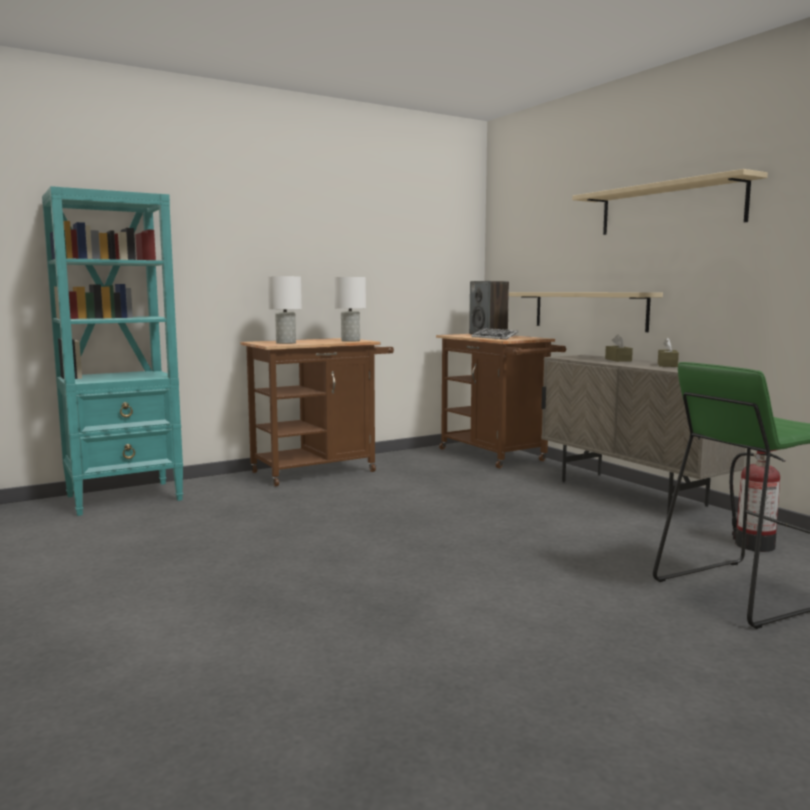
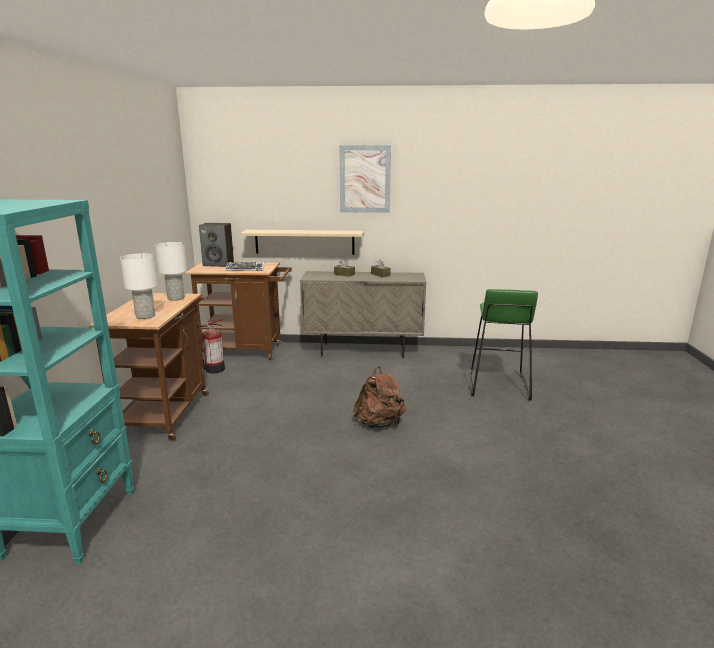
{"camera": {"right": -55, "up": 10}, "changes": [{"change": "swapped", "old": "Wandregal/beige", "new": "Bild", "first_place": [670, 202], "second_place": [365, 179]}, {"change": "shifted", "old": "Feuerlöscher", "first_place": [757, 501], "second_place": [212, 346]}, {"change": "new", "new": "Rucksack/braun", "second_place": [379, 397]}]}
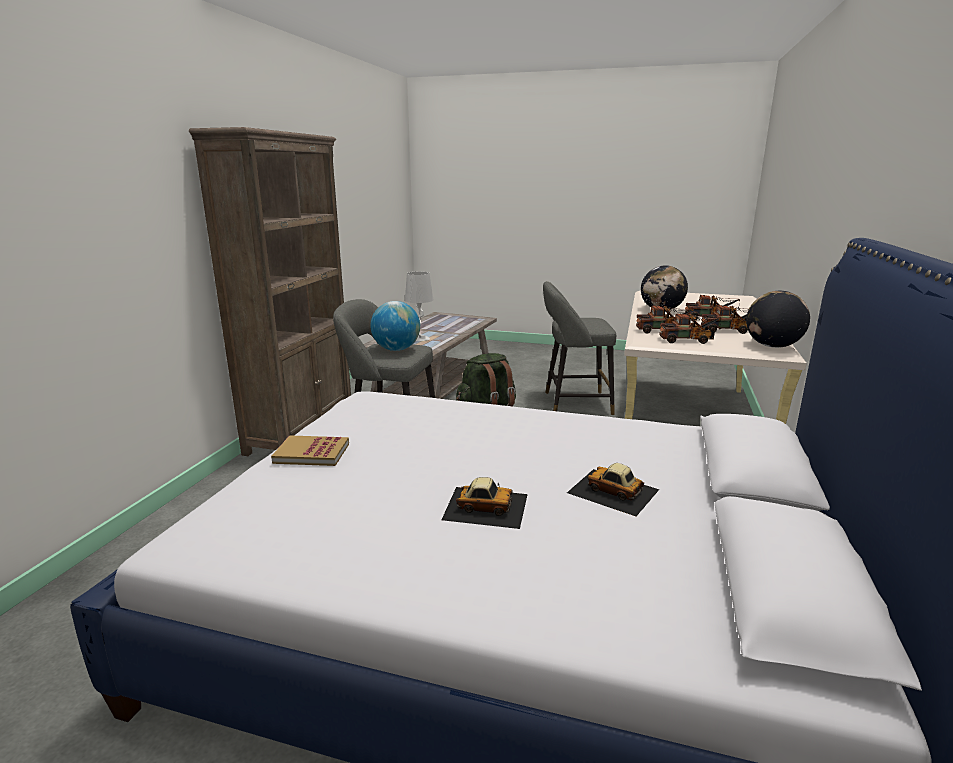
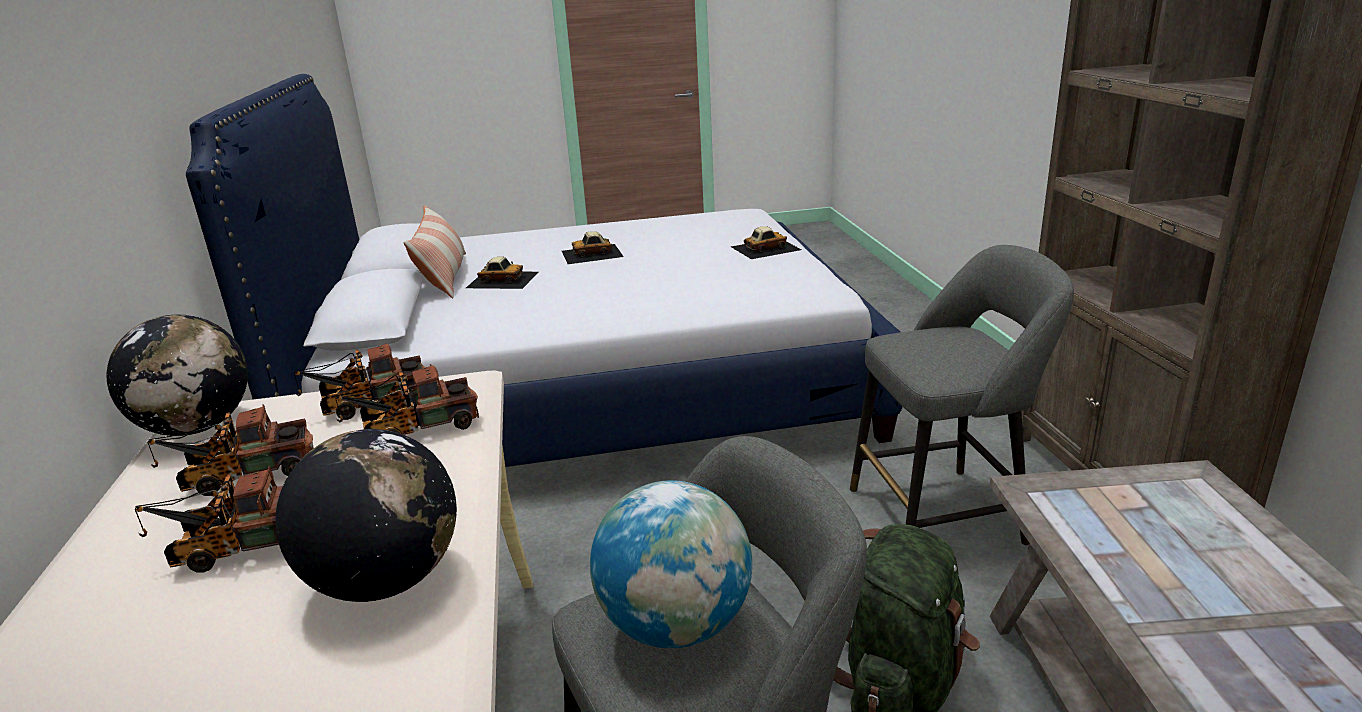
{"camera": {"right": 155, "up": 5}, "changes": [{"change": "gone", "old": "Tischlampe/grau", "first_place": [419, 306]}, {"change": "shifted", "old": "Globus", "first_place": [395, 326], "second_place": [671, 564]}, {"change": "swapped", "old": "Buch", "new": "Spielzeugauto", "first_place": [310, 450], "second_place": [766, 242]}, {"change": "new", "new": "Kissen", "second_place": [434, 251]}]}
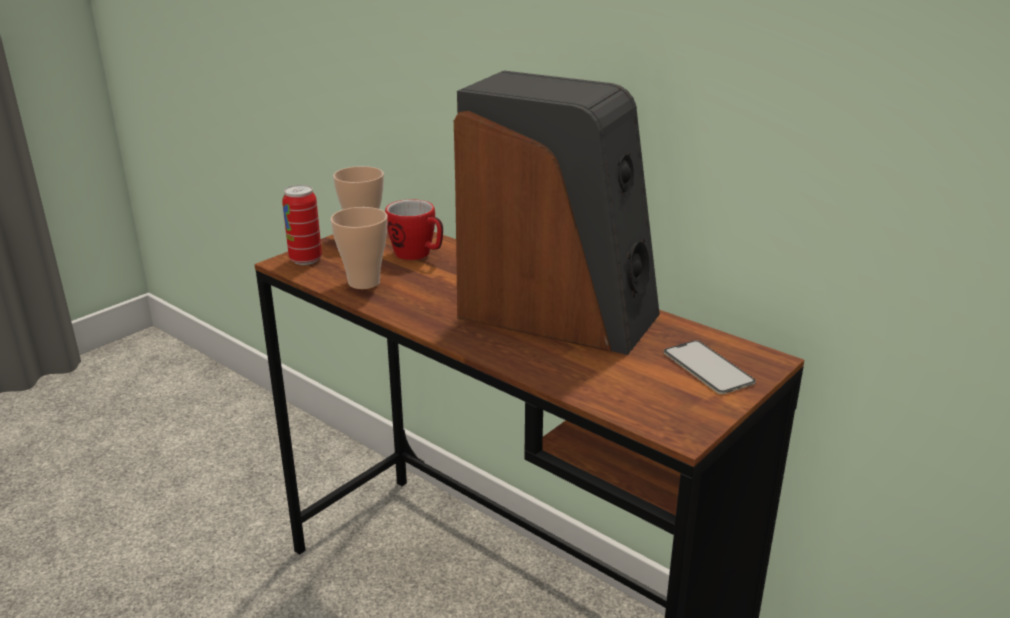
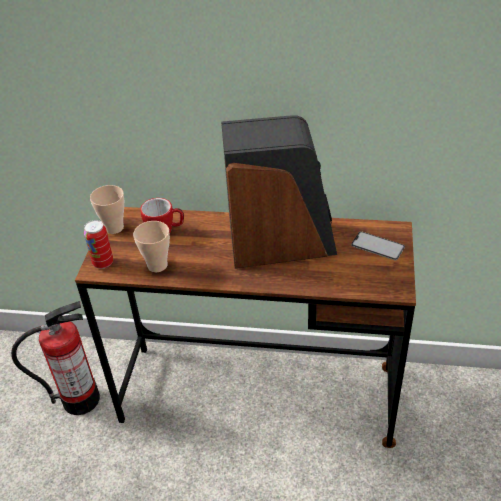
{"camera": {"right": -30, "up": 15}, "changes": [{"change": "new", "new": "Feuerlöscher", "second_place": [55, 358]}]}
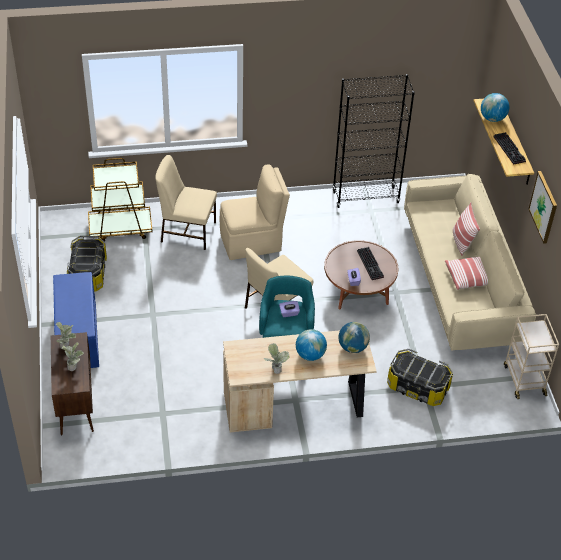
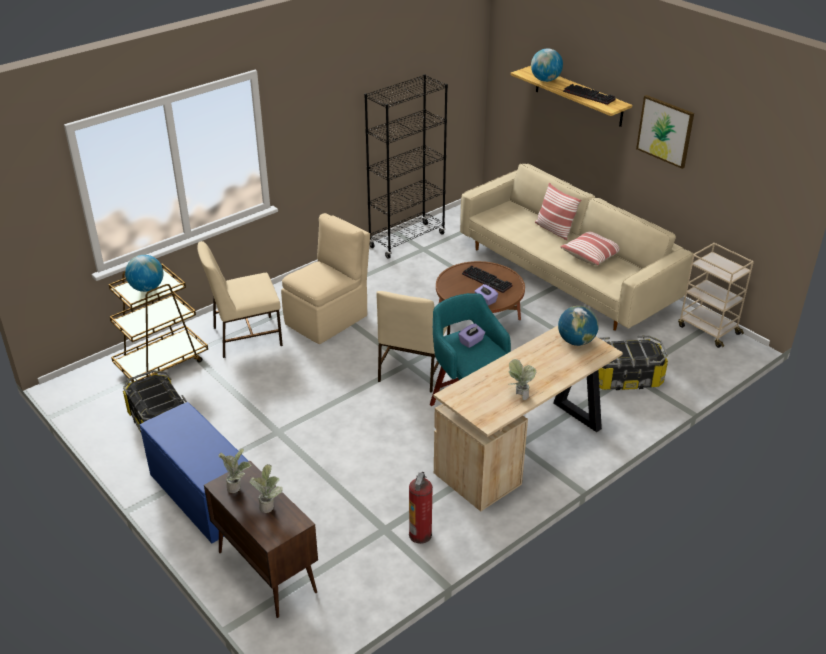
{"camera": {"right": -30, "up": -10}, "changes": [{"change": "shifted", "old": "Globus", "first_place": [311, 345], "second_place": [144, 273]}, {"change": "new", "new": "Feuerlöscher", "second_place": [421, 508]}]}
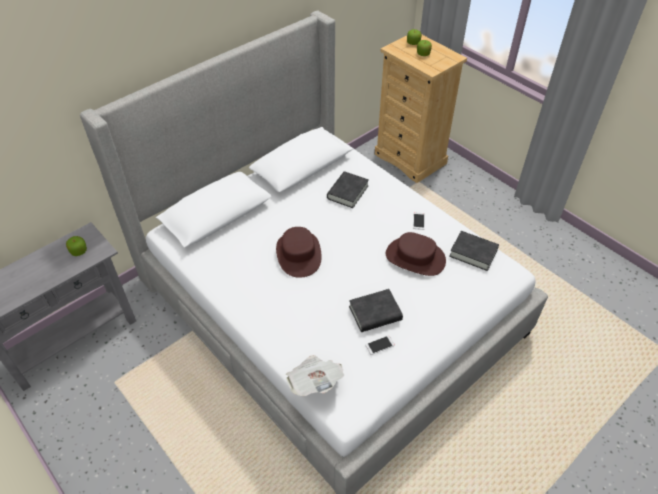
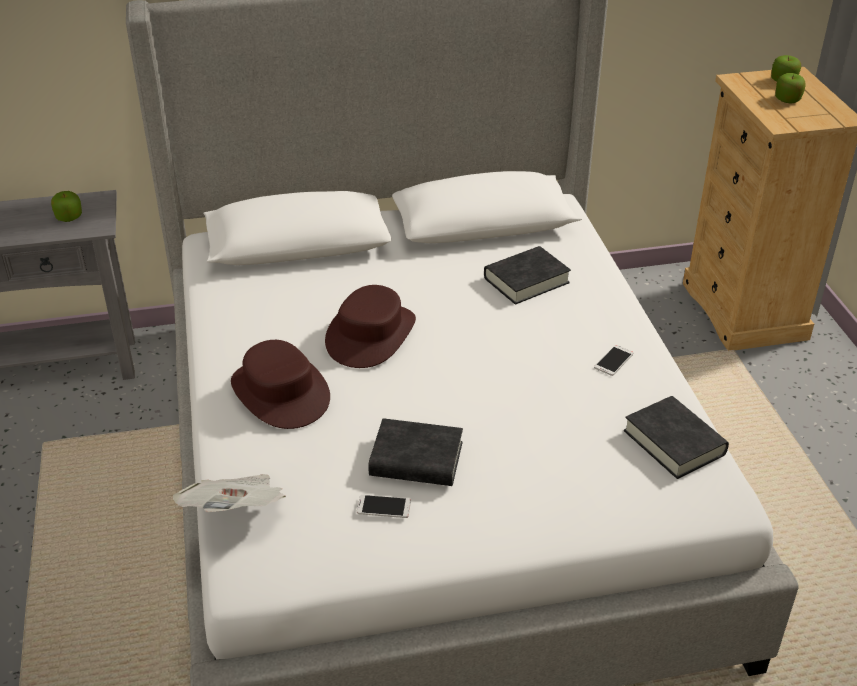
{"camera": {"right": 30, "up": -10}, "changes": [{"change": "shifted", "old": "Hut/braun", "first_place": [416, 254], "second_place": [280, 384]}]}
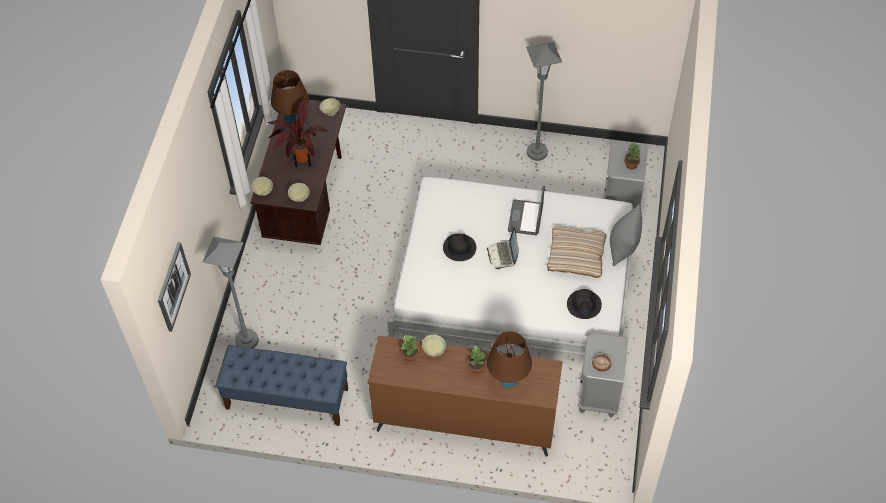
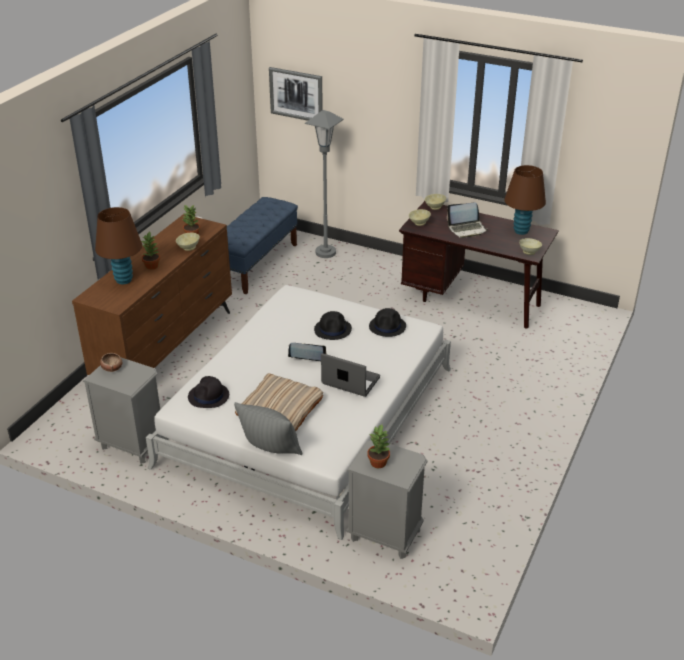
{"camera": {"right": 105, "up": -20}, "changes": [{"change": "gone", "old": "Stehlampe/grau", "first_place": [544, 101]}, {"change": "swapped", "old": "Topfpflanze", "new": "Laptop", "first_place": [298, 133], "second_place": [467, 220]}, {"change": "new", "new": "Hut/schwarz", "second_place": [387, 322]}]}
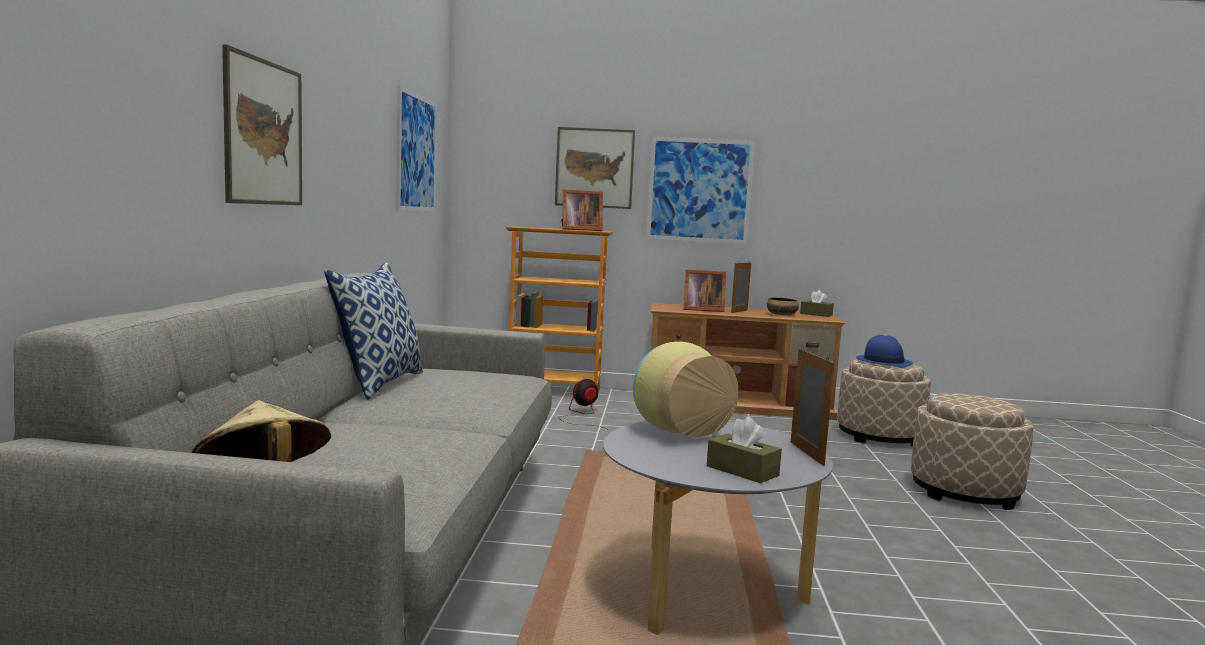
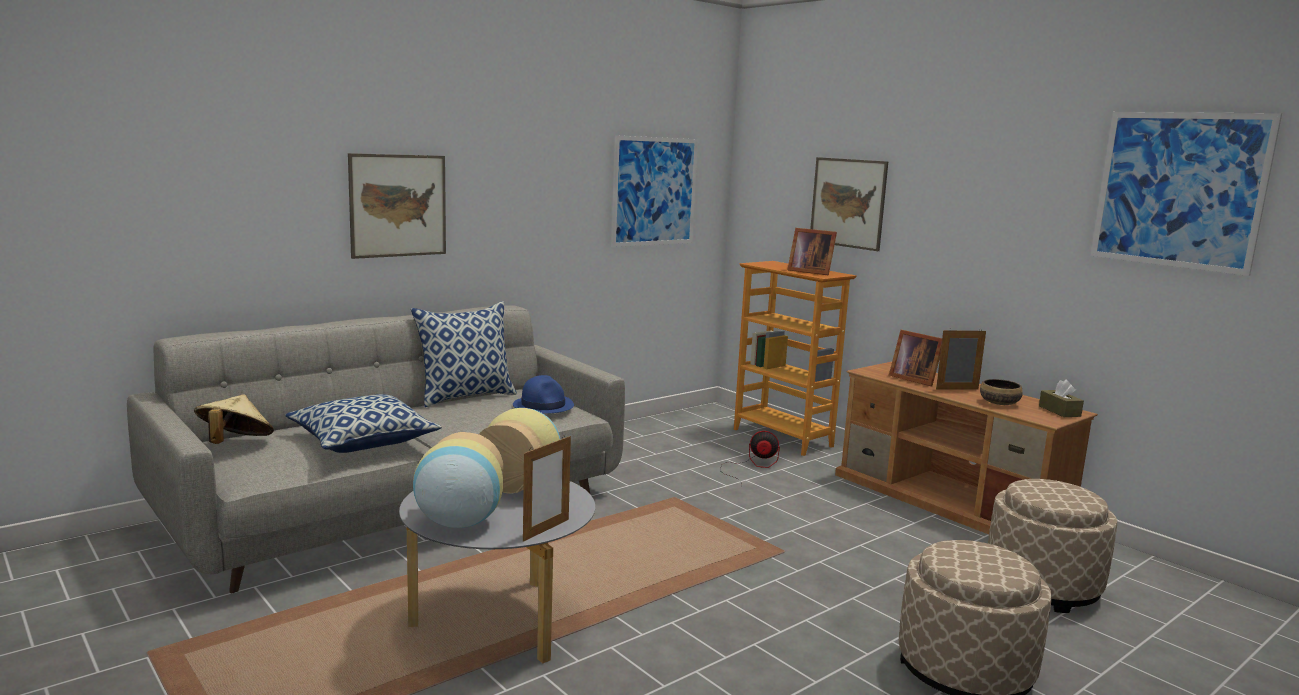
{"camera": {"right": 45, "up": 5}, "changes": [{"change": "shifted", "old": "Bild", "first_place": [700, 190], "second_place": [1186, 194]}, {"change": "shifted", "old": "Hut/blau", "first_place": [884, 351], "second_place": [543, 394]}, {"change": "swapped", "old": "Taschentuchbox/braun", "new": "Vase", "first_place": [744, 450], "second_place": [458, 480]}, {"change": "new", "new": "Kissen", "second_place": [363, 423]}]}
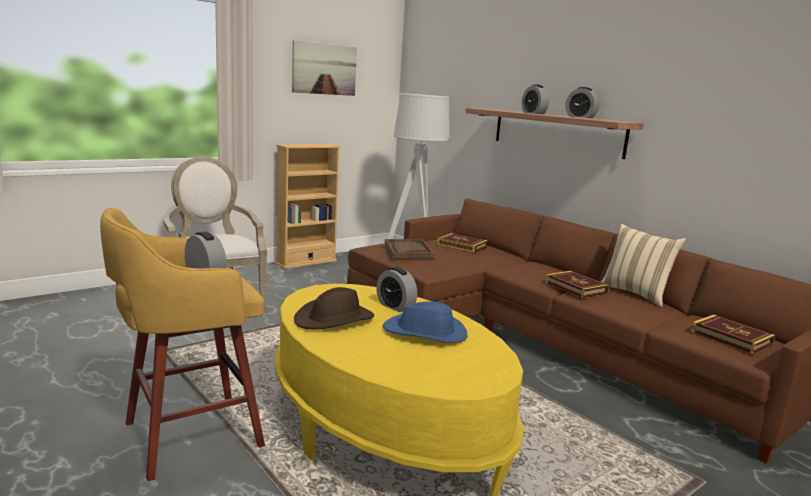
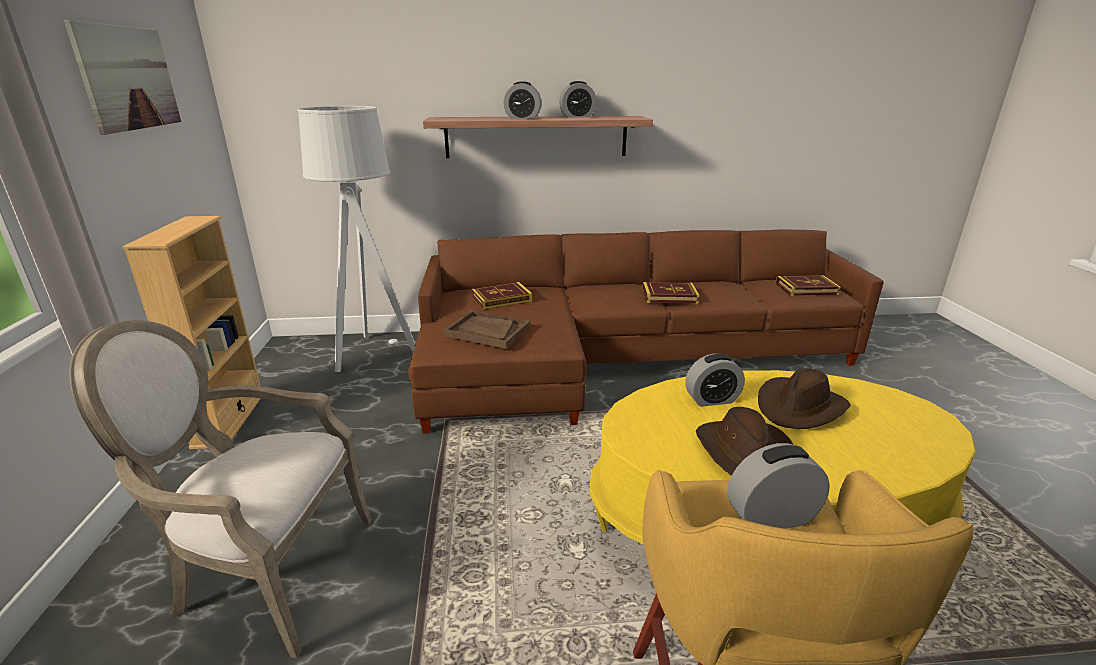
{"camera": {"right": -55, "up": 10}, "changes": [{"change": "gone", "old": "Kissen/beige", "first_place": [643, 265]}, {"change": "repainted", "old": "Hut/blau", "new": "Hut/braun", "first_place": [425, 322], "second_place": [804, 398]}]}
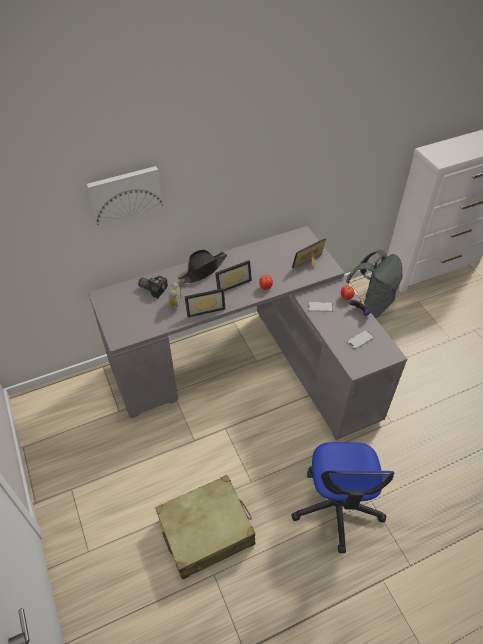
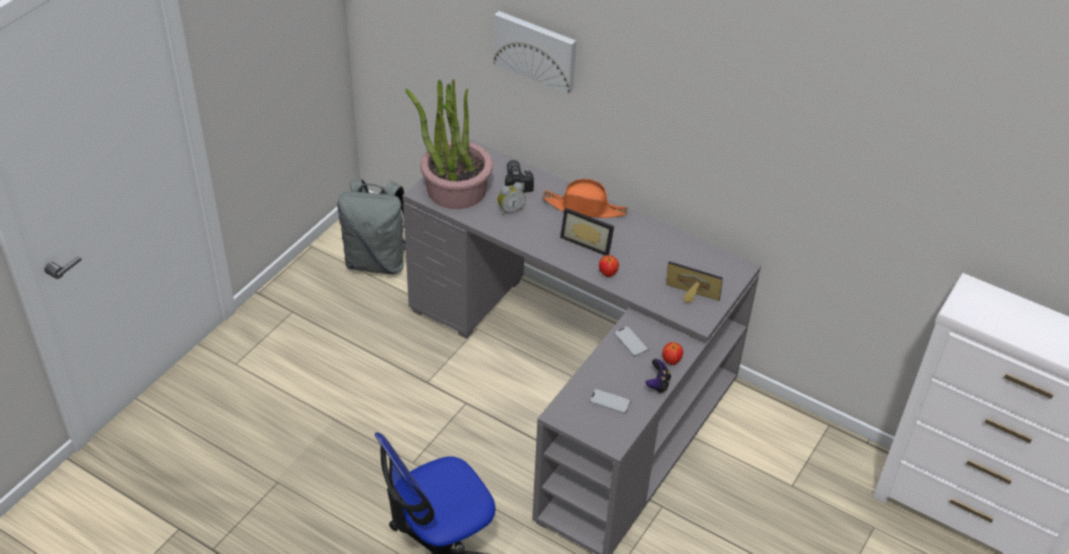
{"camera": {"right": 55, "up": -5}, "changes": [{"change": "repainted", "old": "Hut/schwarz", "new": "Hut/orange", "first_place": [202, 266], "second_place": [585, 198]}, {"change": "shifted", "old": "Rucksack/grau", "first_place": [374, 284], "second_place": [371, 226]}, {"change": "gone", "old": "Bilderrahmen", "first_place": [205, 303]}, {"change": "gone", "old": "Koffer/beige", "first_place": [205, 527]}, {"change": "new", "new": "Topfpflanze", "second_place": [449, 144]}]}
